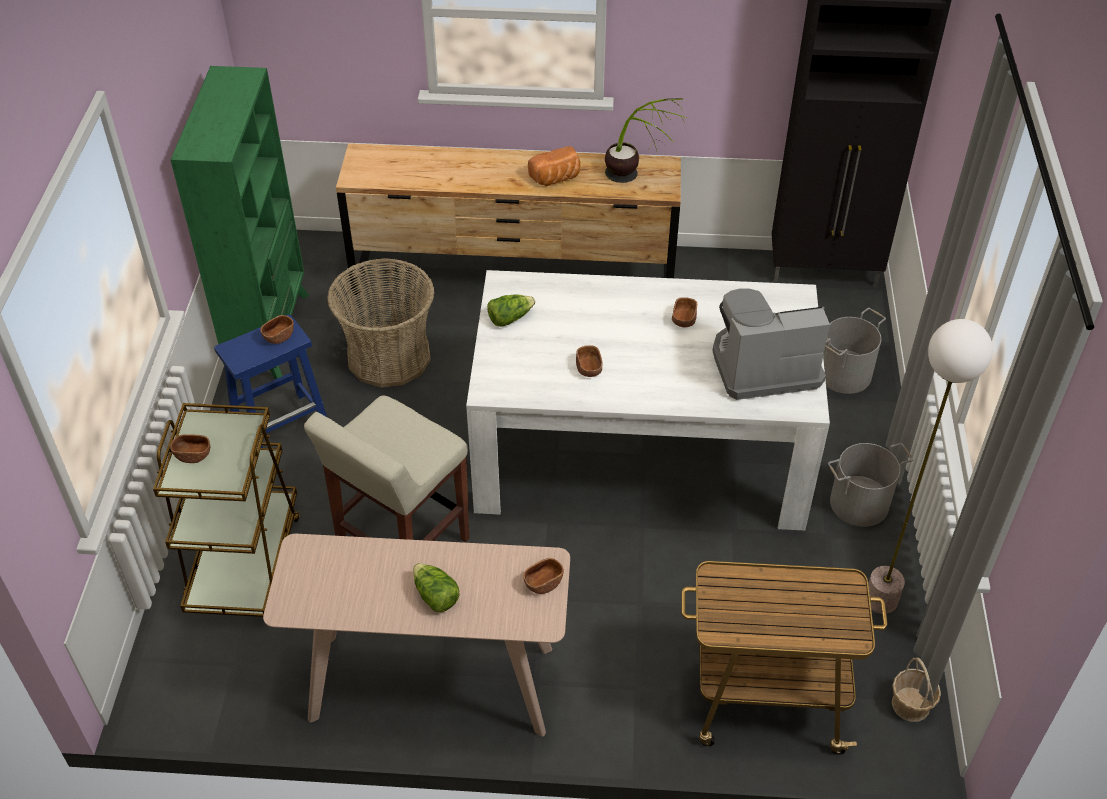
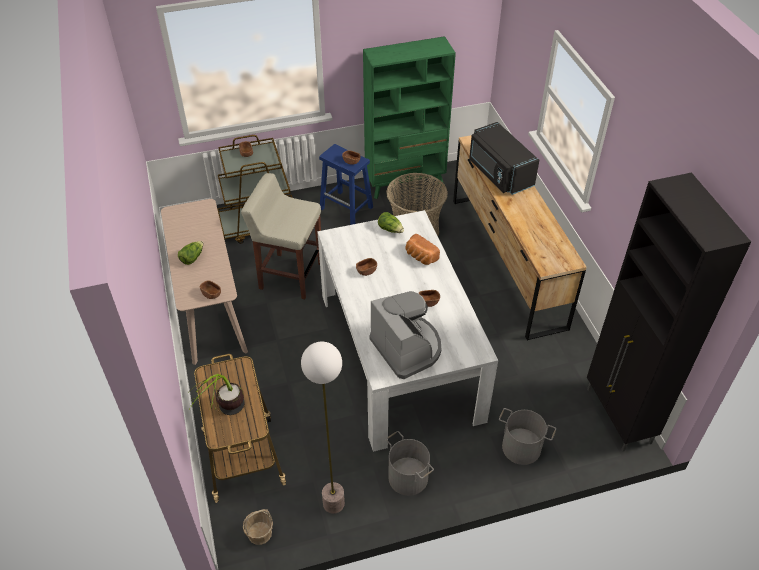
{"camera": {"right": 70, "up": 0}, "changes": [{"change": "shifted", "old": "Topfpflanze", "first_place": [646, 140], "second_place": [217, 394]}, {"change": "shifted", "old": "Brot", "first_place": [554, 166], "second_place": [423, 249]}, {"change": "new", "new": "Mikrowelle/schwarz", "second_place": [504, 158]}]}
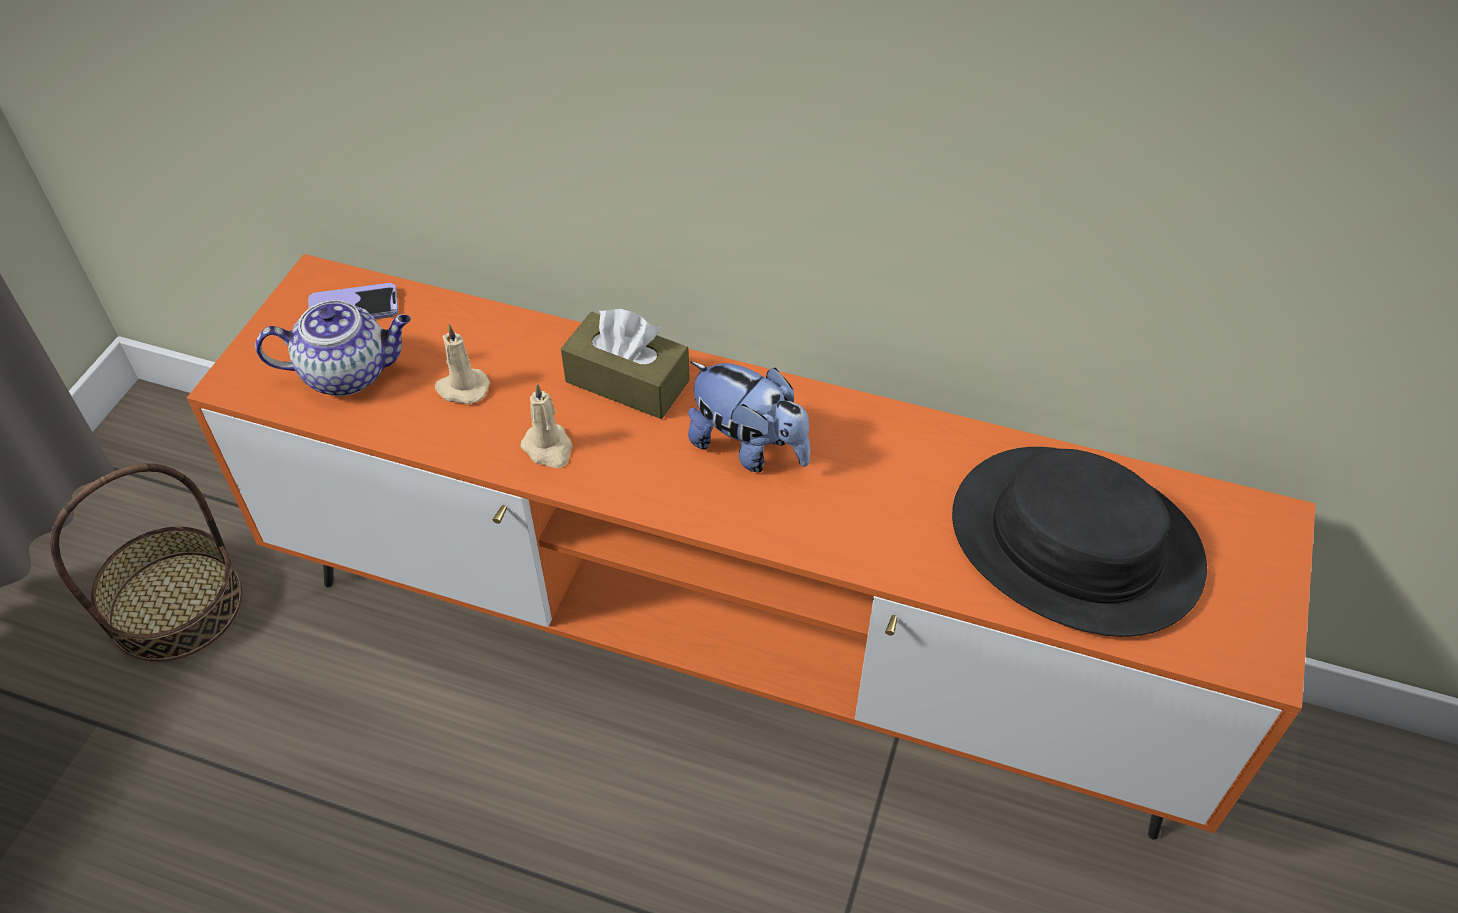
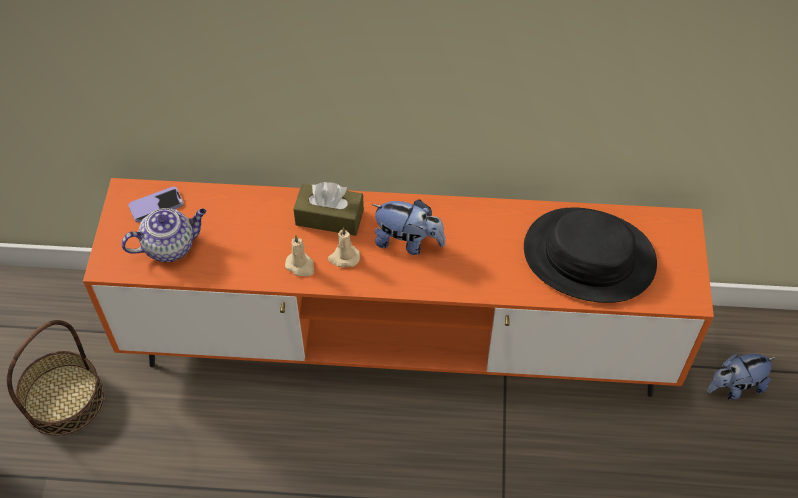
{"camera": {"right": -15, "up": 5}, "changes": [{"change": "shifted", "old": "Kerze/beige", "first_place": [462, 364], "second_place": [344, 247]}, {"change": "new", "new": "Plüschtier", "second_place": [741, 376]}]}
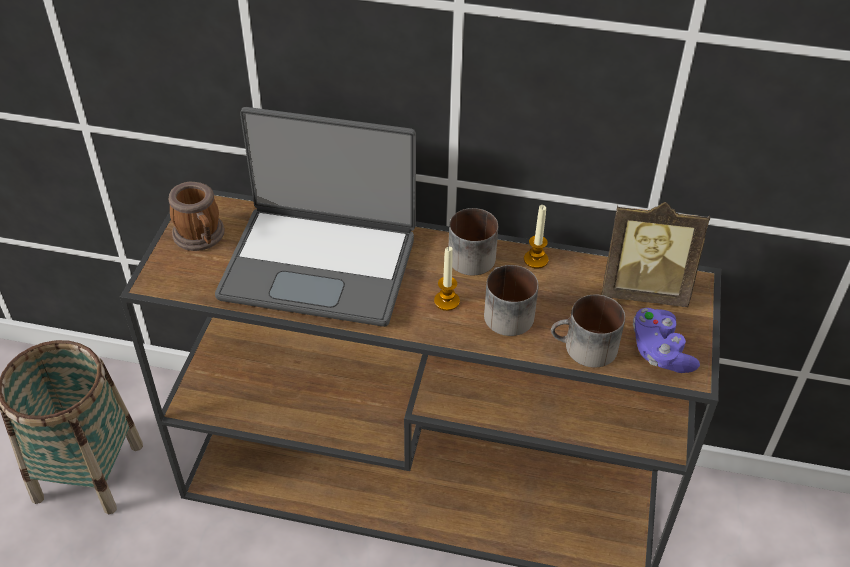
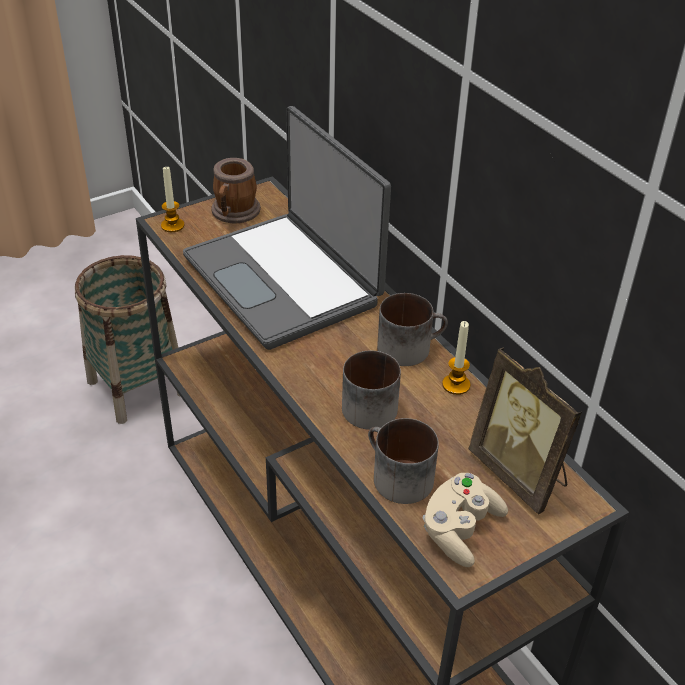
{"camera": {"right": 45, "up": -5}, "changes": [{"change": "shifted", "old": "Kerze", "first_place": [447, 279], "second_place": [172, 199]}, {"change": "repainted", "old": "Gamepad/lila", "new": "Gamepad/beige", "first_place": [666, 340], "second_place": [465, 520]}]}
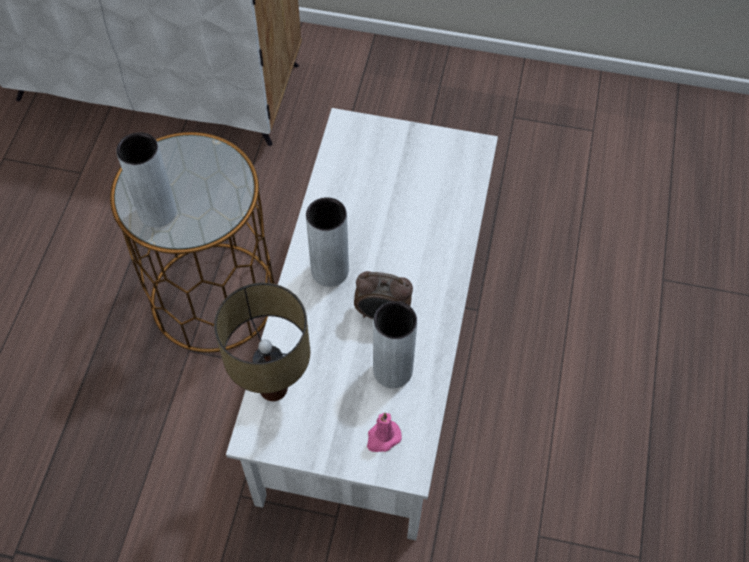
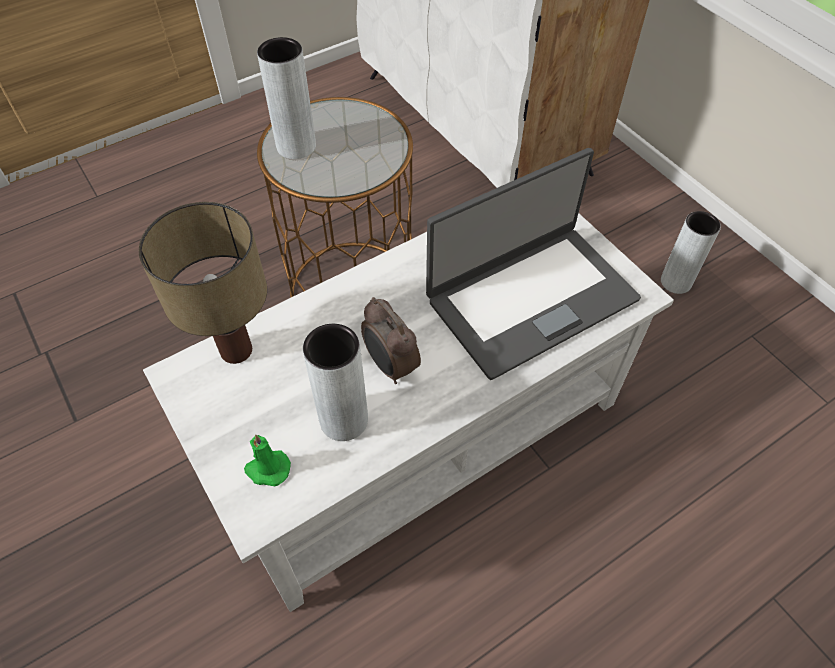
{"camera": {"right": 45, "up": -5}, "changes": [{"change": "shifted", "old": "Vase/grau", "first_place": [327, 242], "second_place": [691, 252]}, {"change": "repainted", "old": "Kerze/rosa", "new": "Kerze/grün", "first_place": [384, 432], "second_place": [267, 460]}, {"change": "new", "new": "Laptop", "second_place": [533, 264]}]}
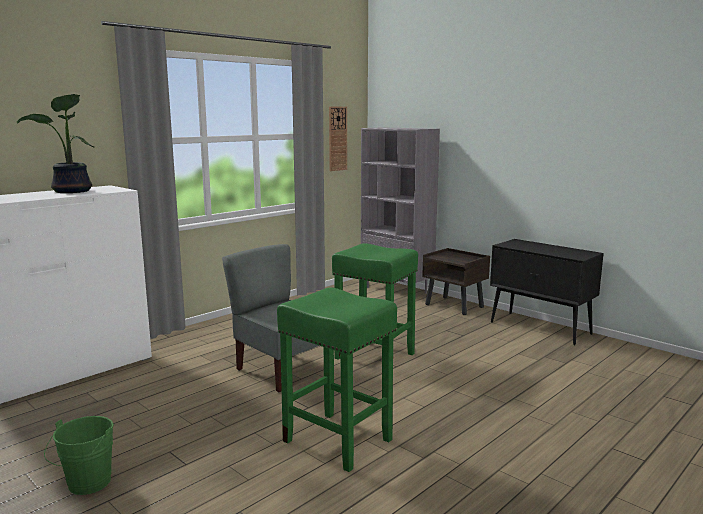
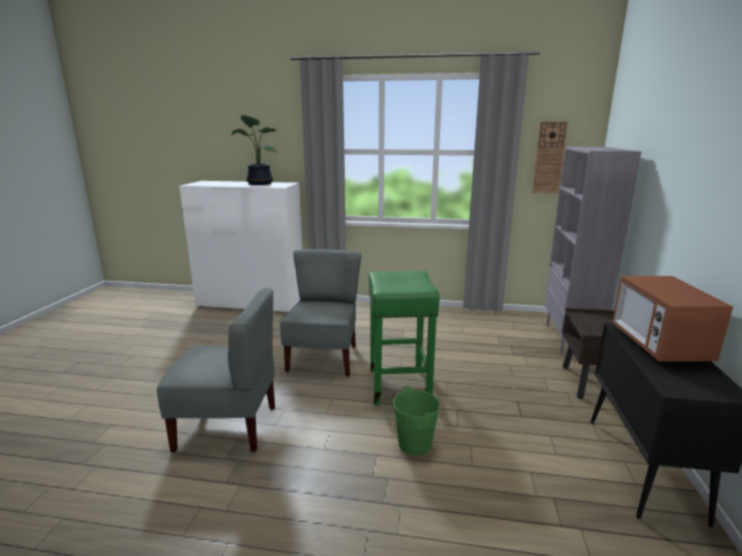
{"camera": {"right": 55, "up": 5}, "changes": [{"change": "swapped", "old": "Hocker/grün", "new": "Stuhl/grau", "first_place": [337, 379], "second_place": [216, 370]}, {"change": "shifted", "old": "Eimer/grün", "first_place": [79, 455], "second_place": [412, 421]}, {"change": "new", "new": "Mikrowelle", "second_place": [672, 319]}]}
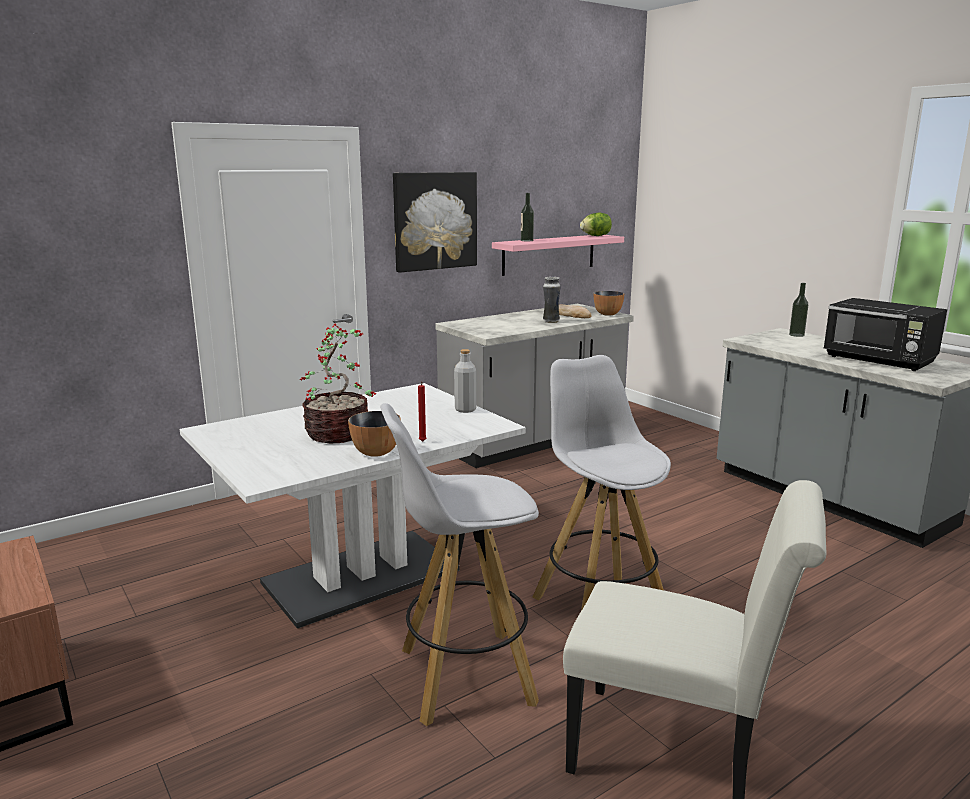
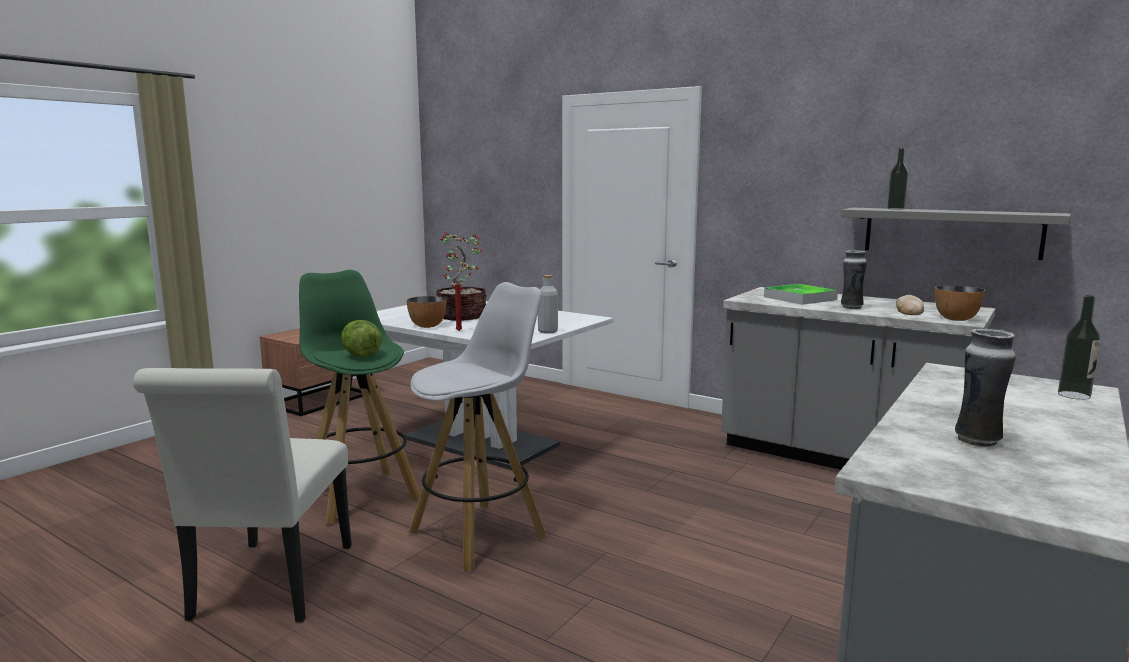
{"camera": {"right": 70, "up": -5}, "changes": [{"change": "gone", "old": "Bild", "first_place": [435, 222]}, {"change": "shifted", "old": "Salatkopf", "first_place": [596, 224], "second_place": [361, 338]}, {"change": "repainted", "old": "Wandregal/rosa", "new": "Wandregal/grau", "first_place": [558, 255], "second_place": [956, 234]}, {"change": "swapped", "old": "Mikrowelle/schwarz", "new": "Vase", "first_place": [885, 334], "second_place": [985, 387]}, {"change": "repainted", "old": "Hocker/weiß", "new": "Hocker/grün", "first_place": [459, 564], "second_place": [360, 397]}, {"change": "new", "new": "Tablett", "second_place": [801, 294]}]}
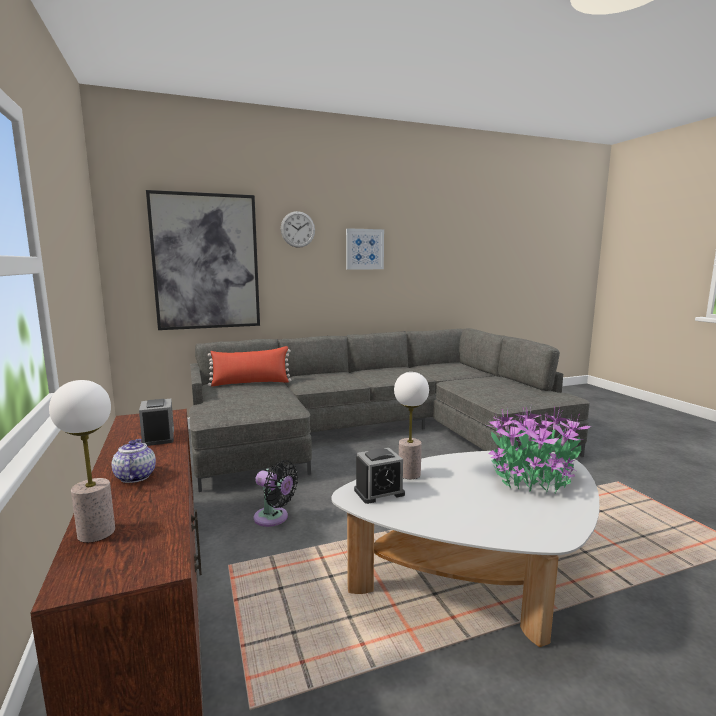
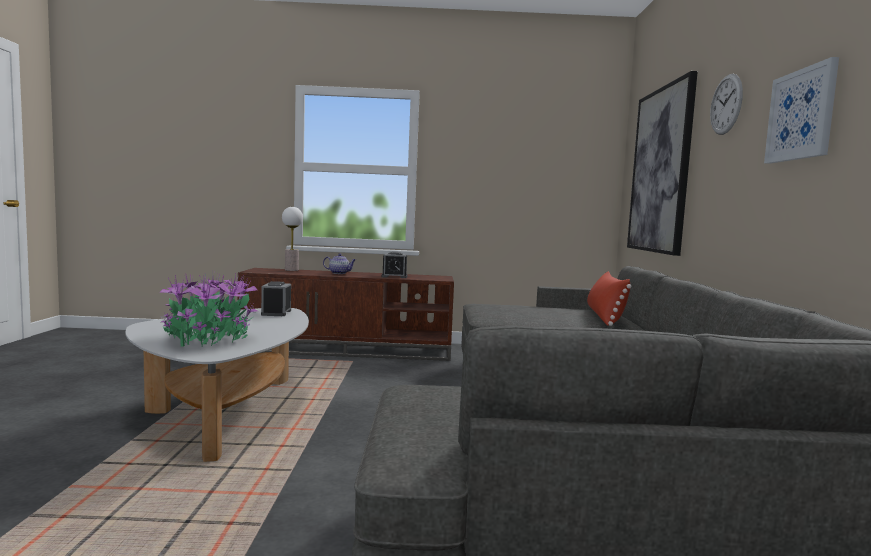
{"camera": {"right": 110, "up": -5}, "changes": [{"change": "gone", "old": "Tischlampe", "first_place": [411, 425]}, {"change": "gone", "old": "Ventilator/schwarz", "first_place": [276, 493]}]}
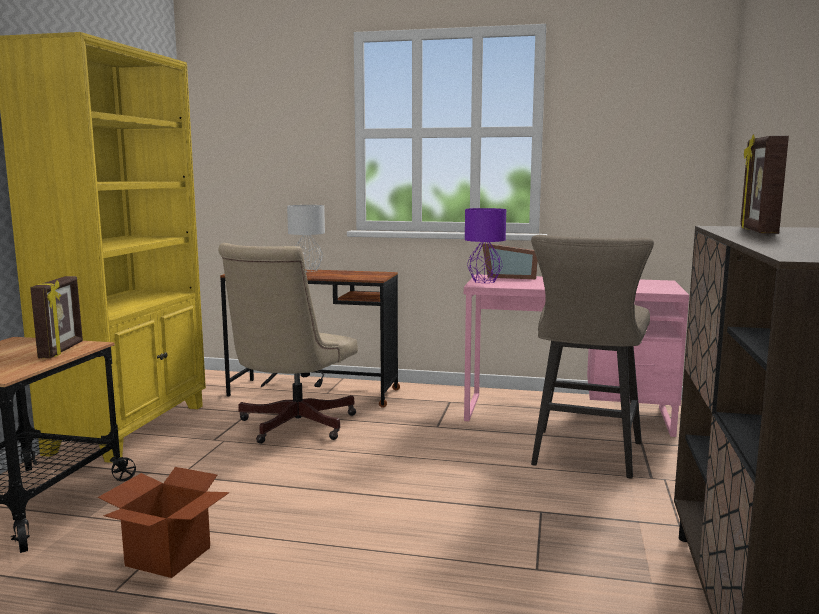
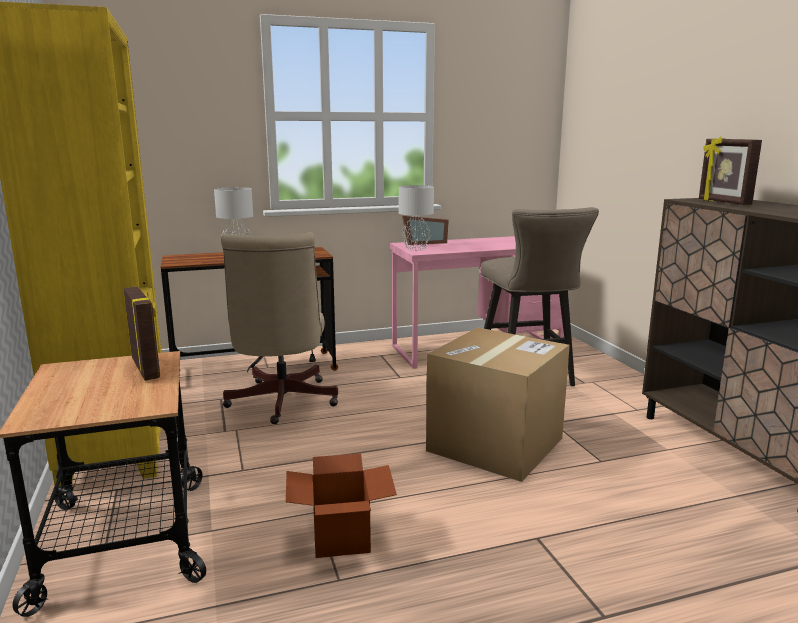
{"camera": {"right": -30, "up": 5}, "changes": [{"change": "repainted", "old": "Tischlampe/lila", "new": "Tischlampe/grau", "first_place": [485, 245], "second_place": [416, 218]}, {"change": "new", "new": "Karton", "second_place": [498, 404]}]}
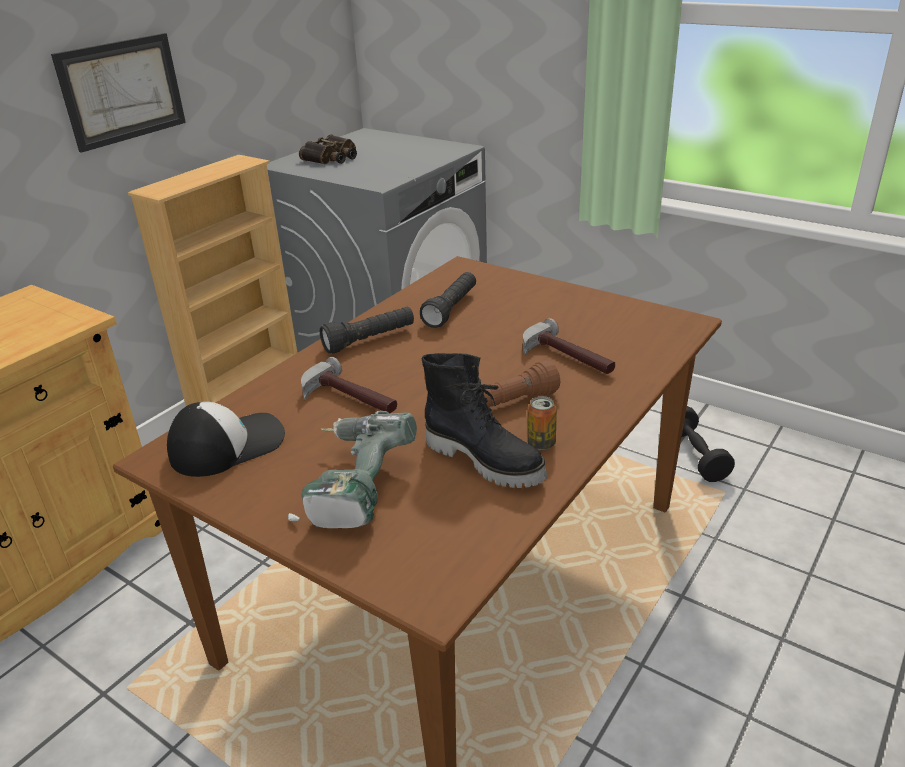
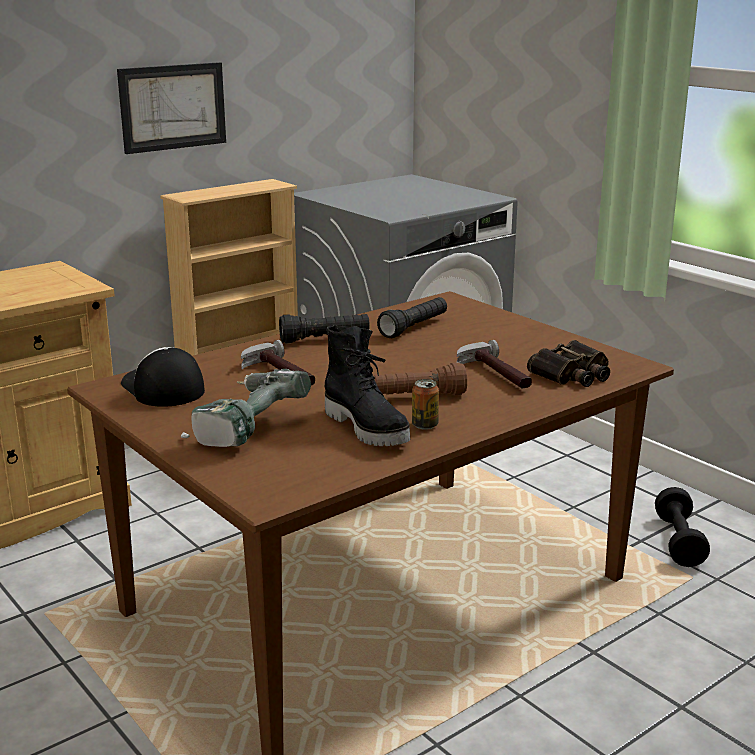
{"camera": {"right": 15, "up": -10}, "changes": [{"change": "shifted", "old": "Fernglas", "first_place": [328, 149], "second_place": [568, 363]}, {"change": "rotated", "old": "Kappe", "first_place": [226, 439], "second_place": [163, 377], "degrees": -105}]}
